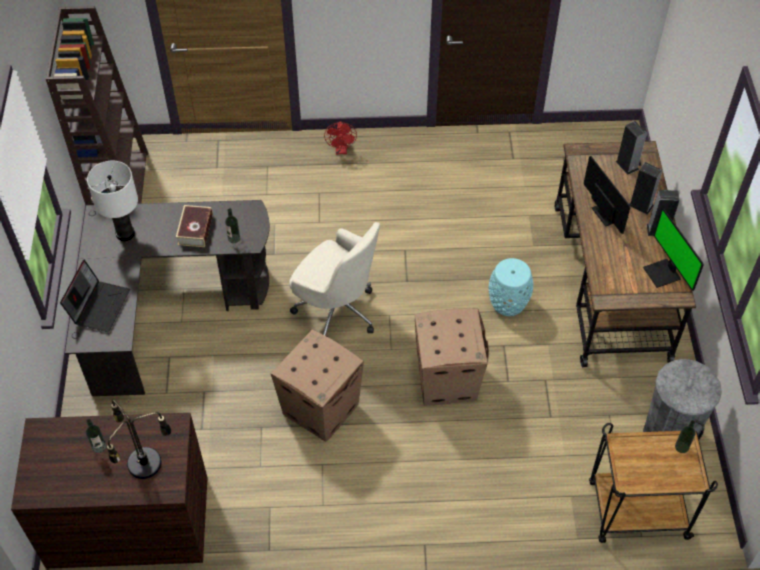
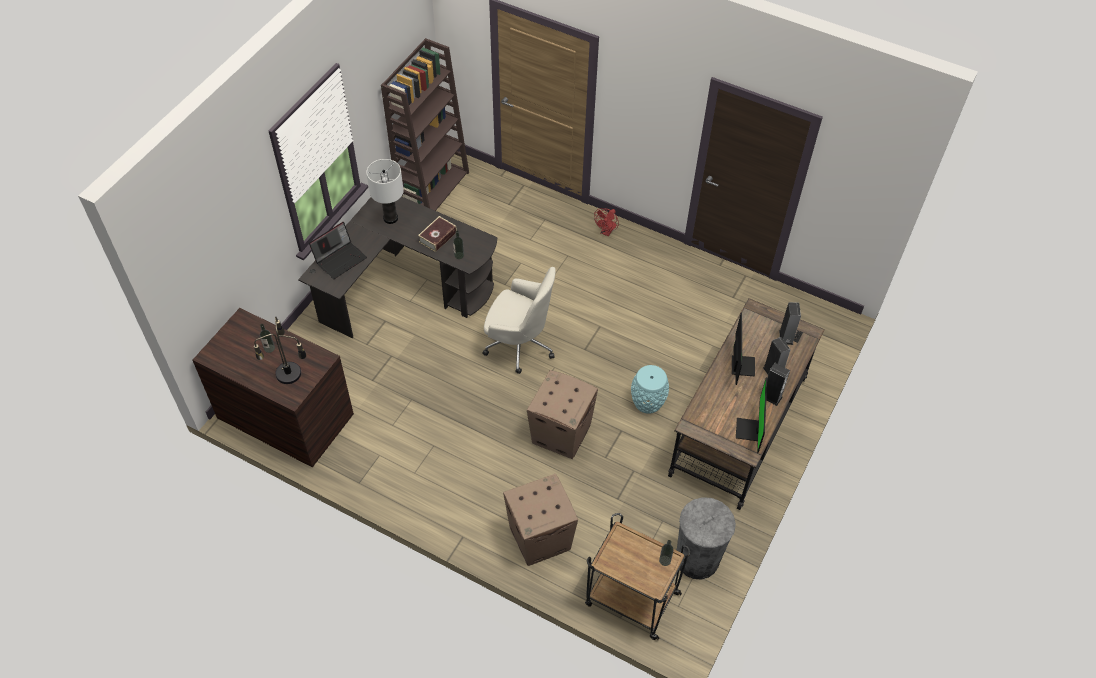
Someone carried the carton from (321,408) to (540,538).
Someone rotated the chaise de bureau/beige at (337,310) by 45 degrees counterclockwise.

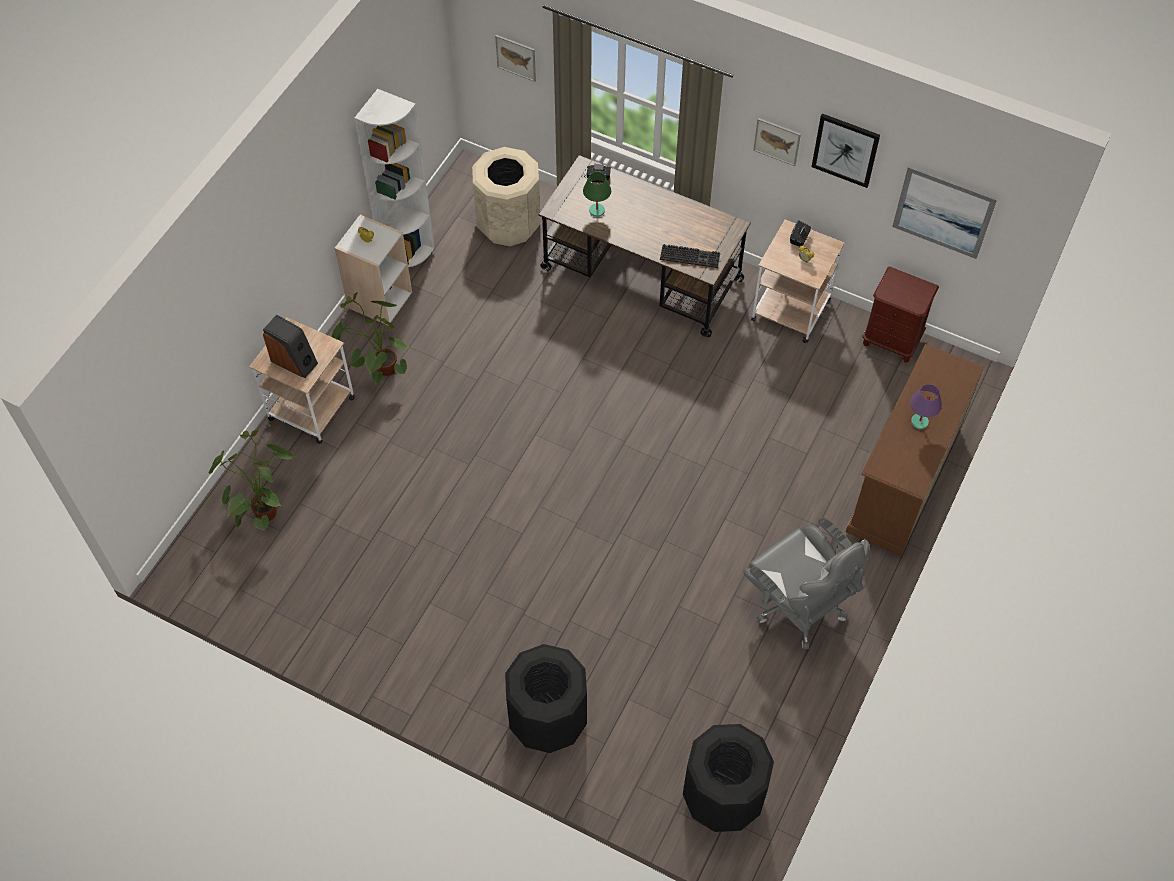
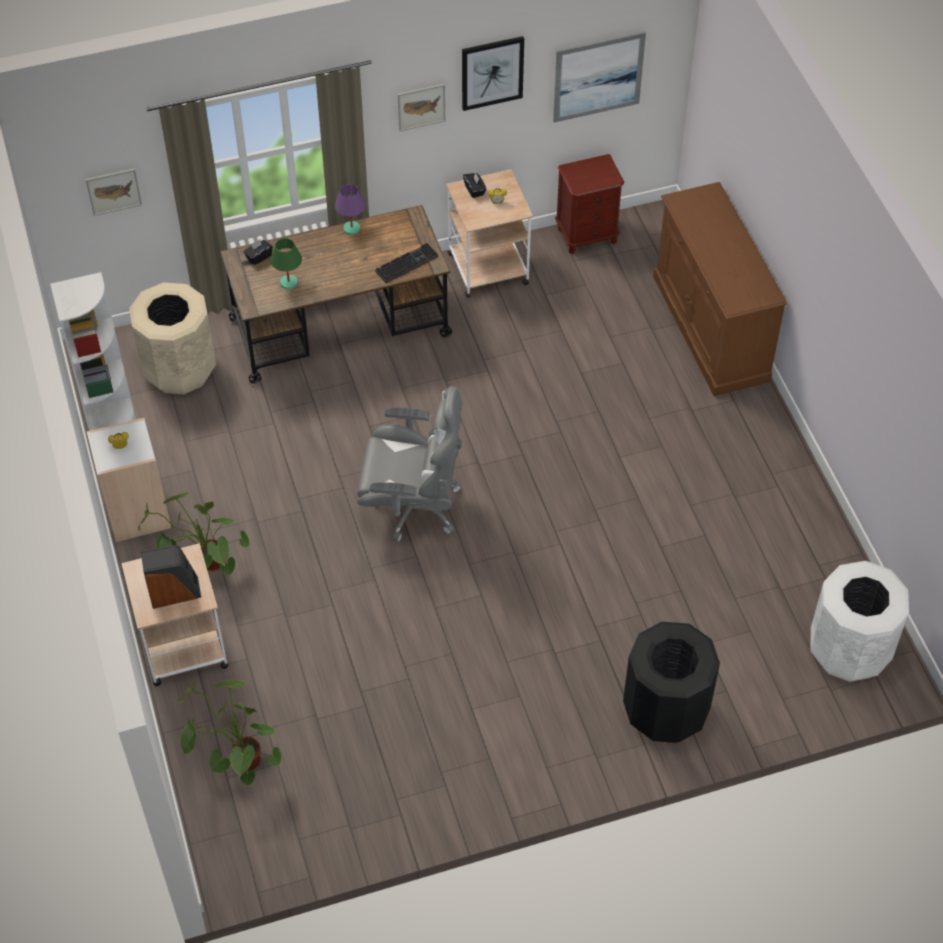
Someone carried the chaise de bureau/gris from (796,603) to (410,506).
Someone carried the lampe de table/violet from (919,422) to (351,229).
Someone repainted the poubelle/noir at (722,797), which became the poubelle/blanc at (849,651).

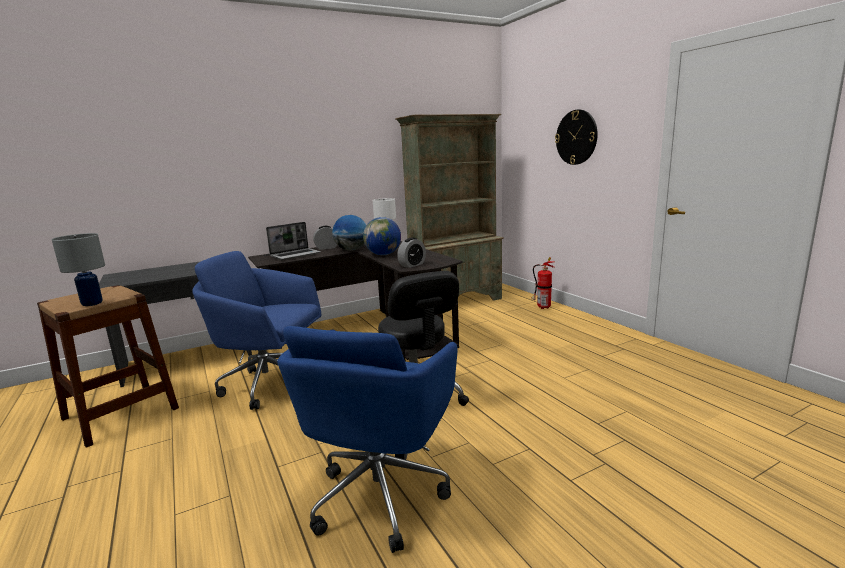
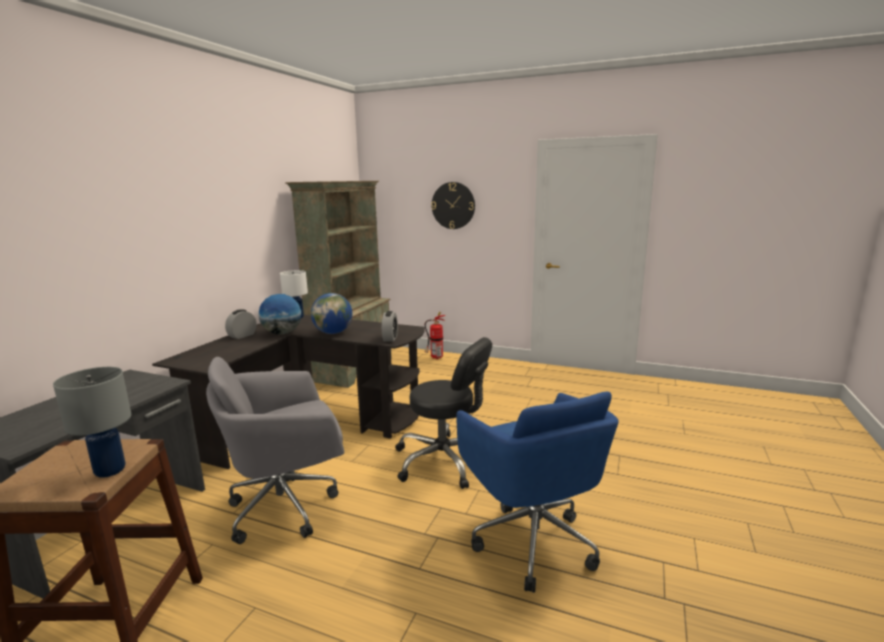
Someone took away the ordinateur portable at (296,255).
Someone repainted the chaise de bureau/bleu at (272,386), which became the chaise de bureau/gris at (288,508).

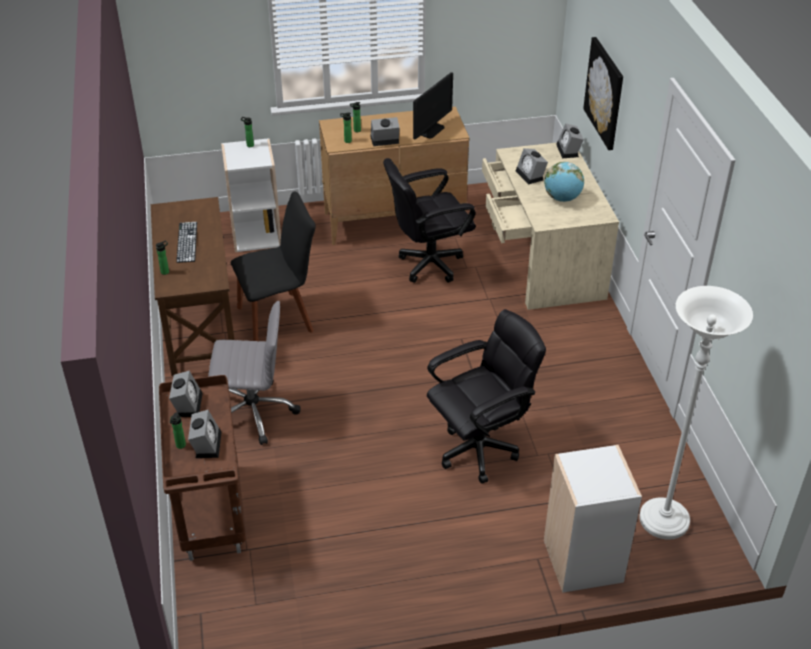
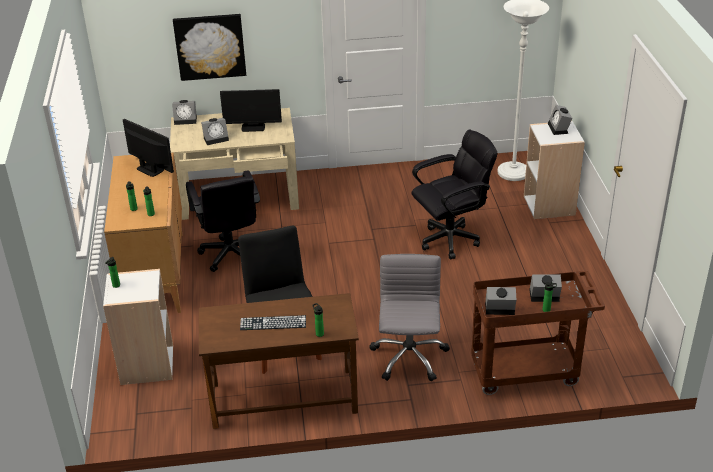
Someone carried the réveil from (384,141) to (559,128).
Someone swapped the globe at (562,198) for the écran d'ordinateur at (253,127).
Someone rotated the chaise de bureau/noir at (481,449) by 90 degrees clockwise.

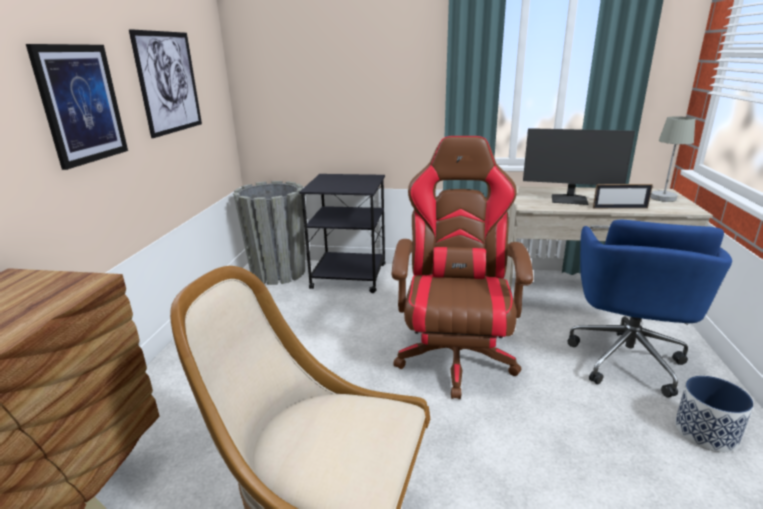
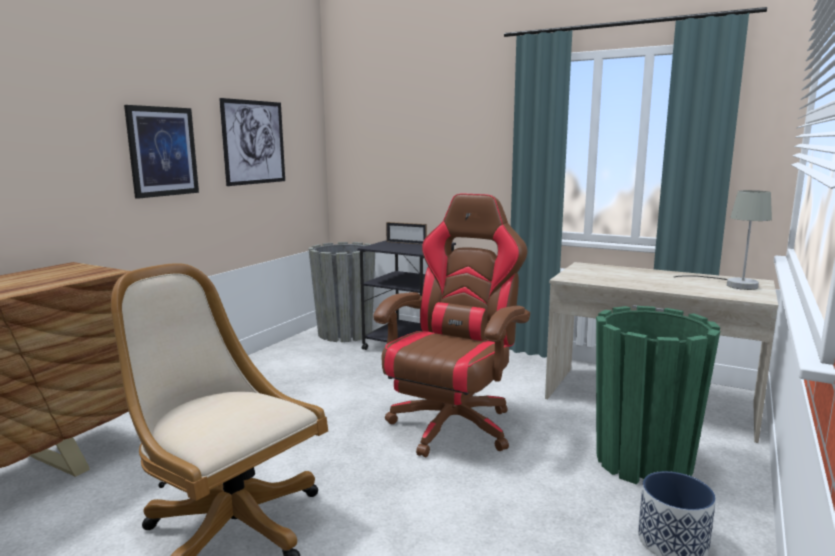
Someone took away the écran d'ordinateur at (569,200).
Someone carried the cadre photo from (620,208) to (406,243).
Someone swapped the chaise de bureau/bleu at (624,358) for the cache-pot/vert at (643,461).

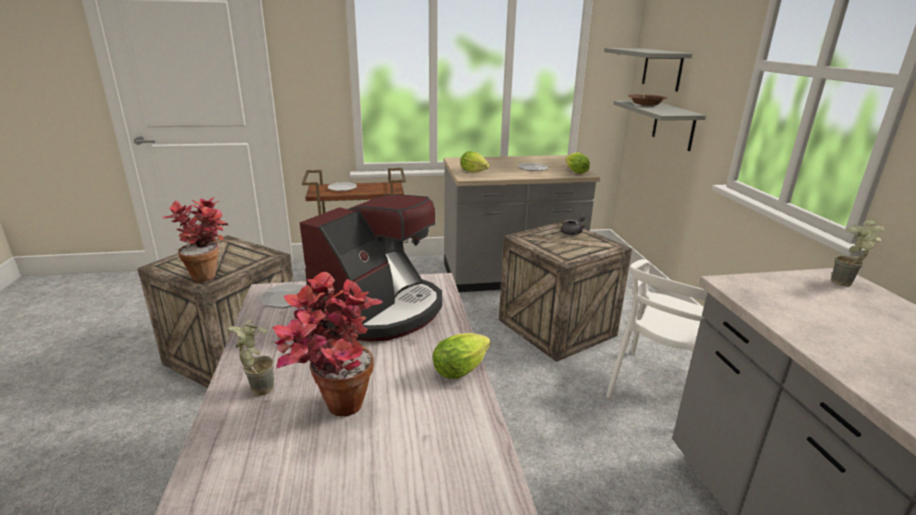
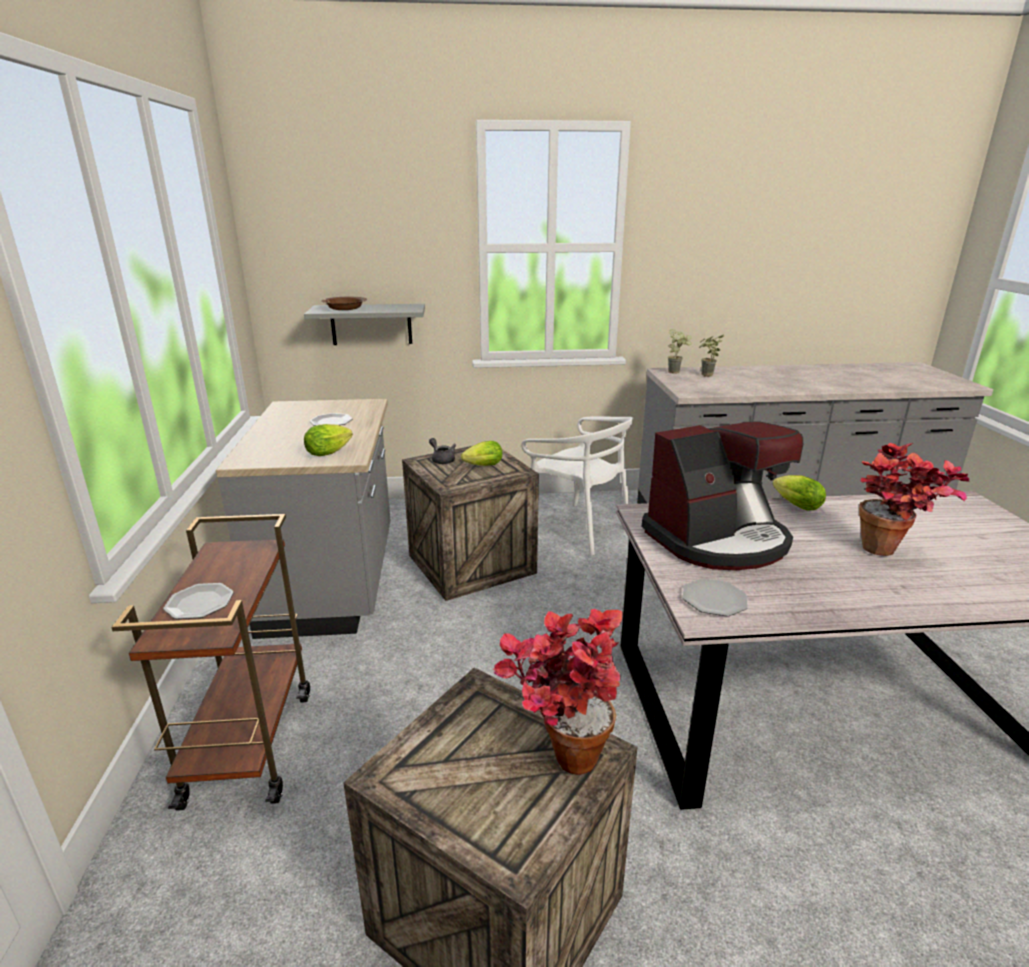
Someone took away the étagère/gris at (662,69).
Someone carried the plante en pot from (257,387) to (706,376).
Someone carried the laitue from (574,172) to (481,466).
Someone rotated the machine à café at (380,310) by 120 degrees clockwise.

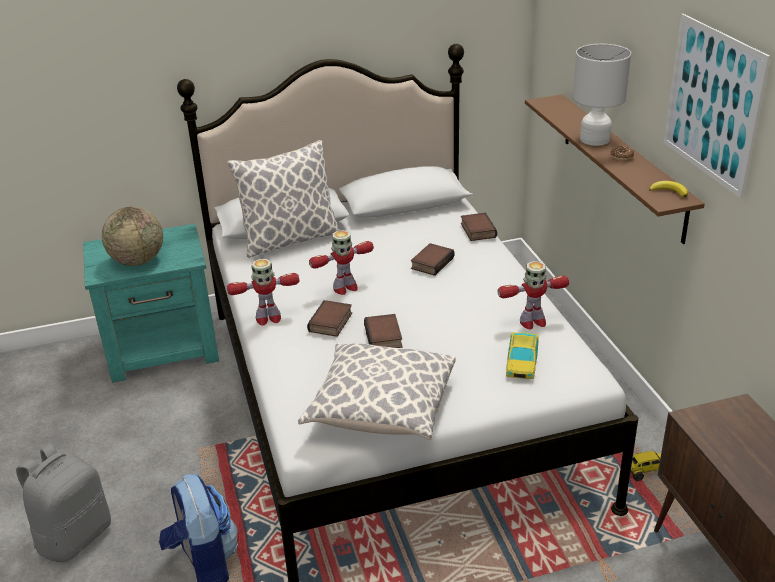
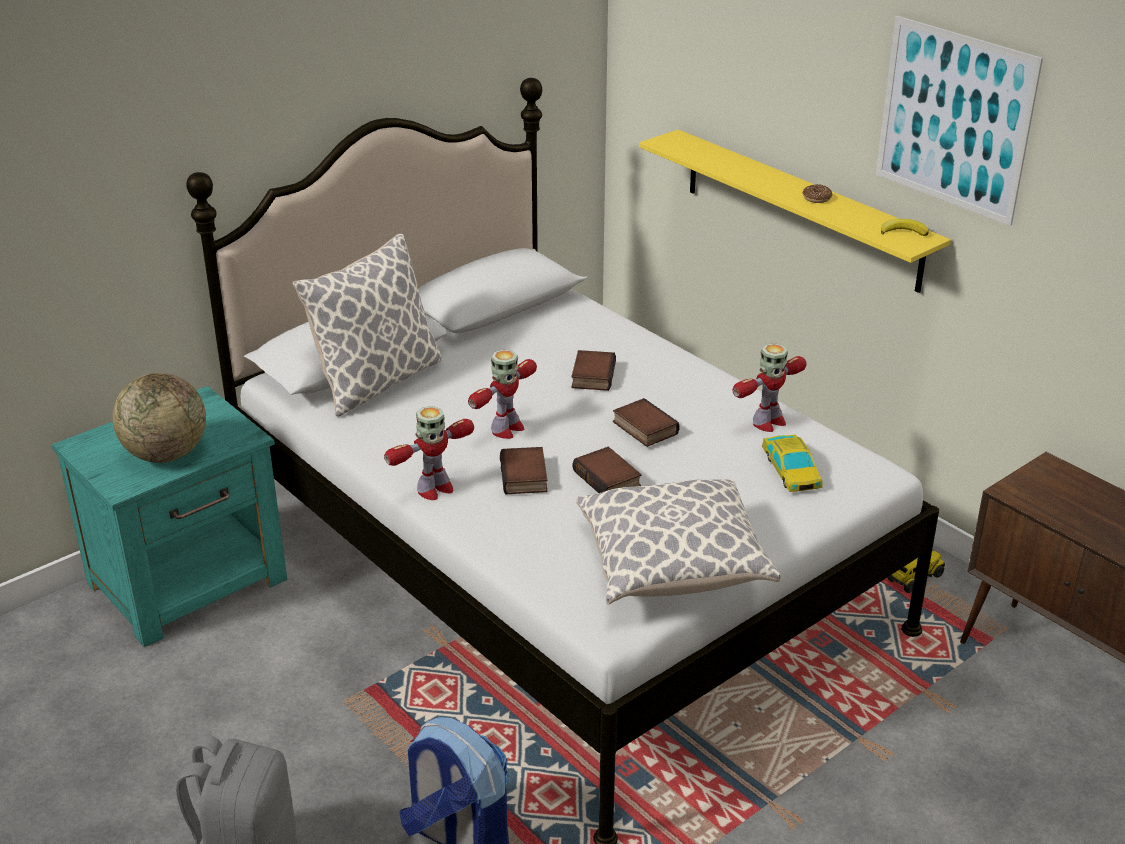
Someone took away the lampe de table/gris at (595,139).
Someone carried the livre from (476,230) to (643,428).
Someone repainted the étagère/marron at (622,165), which became the étagère/jaune at (800,209).

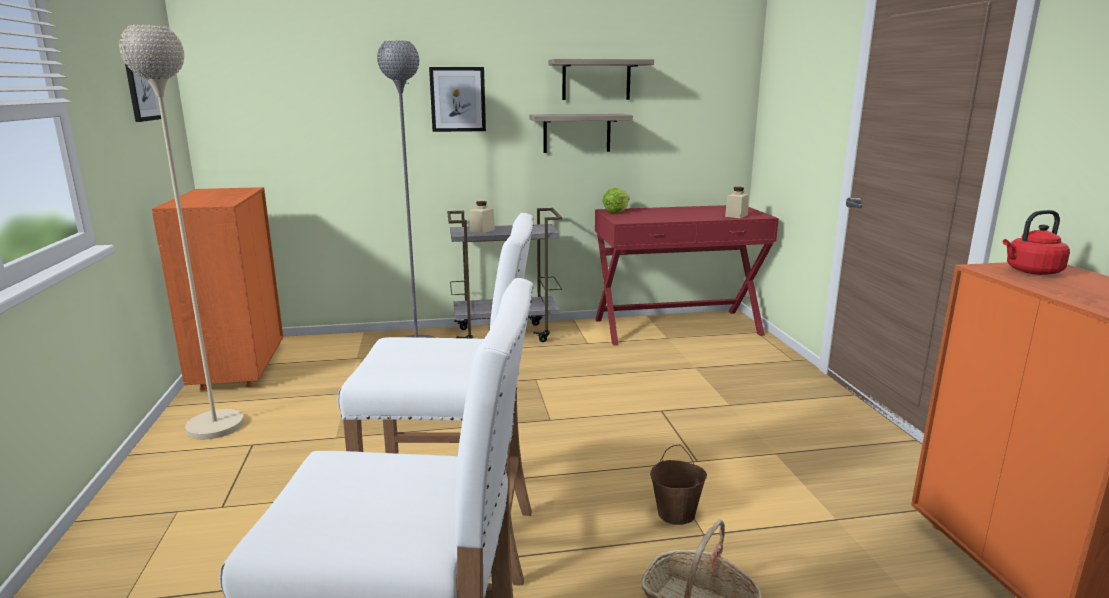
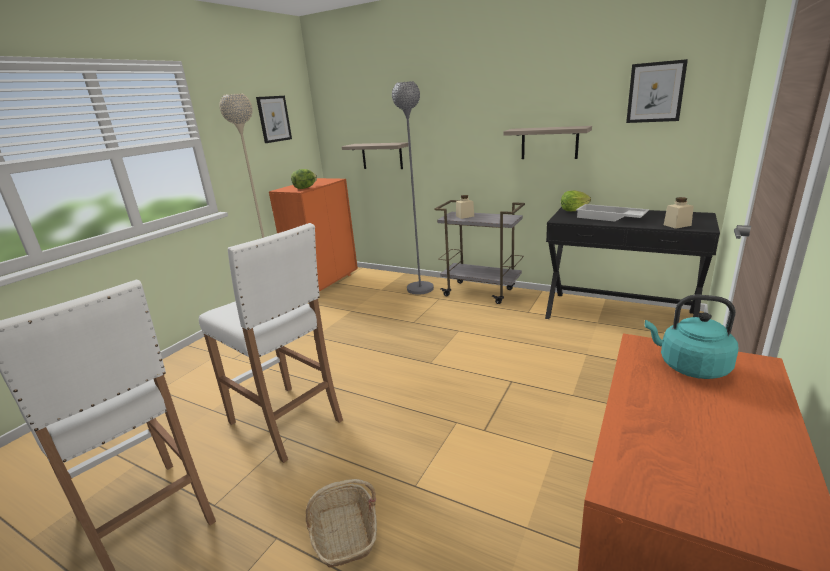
Someone took away the seau/marron at (676,513).
Someone put down the laitue at (305,188).
Someone put down the plateau/blanc at (609,218).
Someone carried the tableau from (457,99) to (655,92).
Someone carried the étagère from (596,80) to (382,156).
Someone repainted the table console/rouge at (677,327), which became the table console/noir at (619,314).
Someone repainted the bouilloire/rouge at (1031,272), which became the bouilloire/turquoise at (689,367).

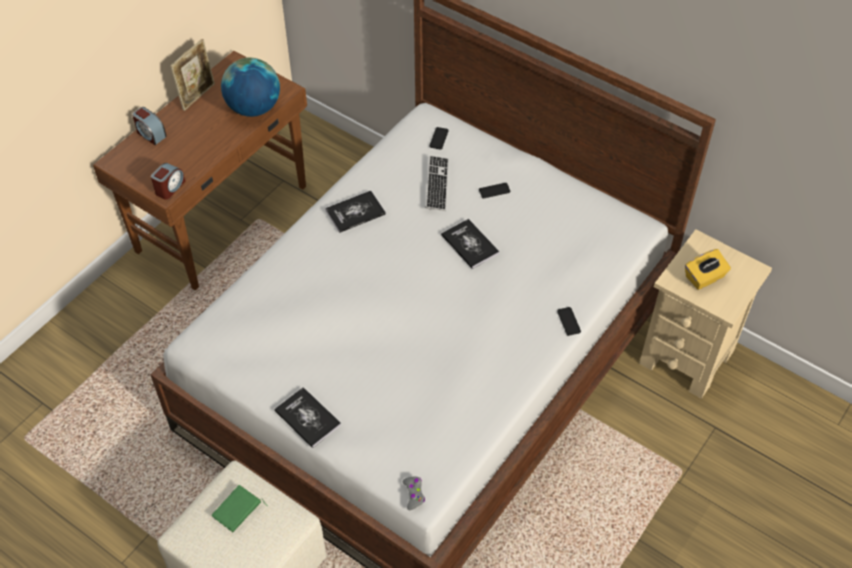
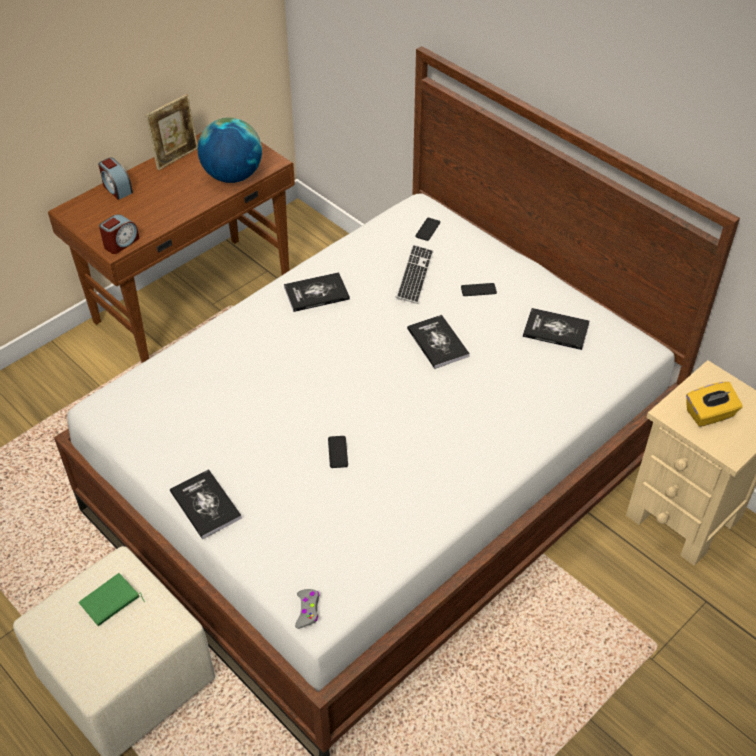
Someone put down the livre at (556,330).
Someone carried the téléphone from (568,321) to (338,452).

